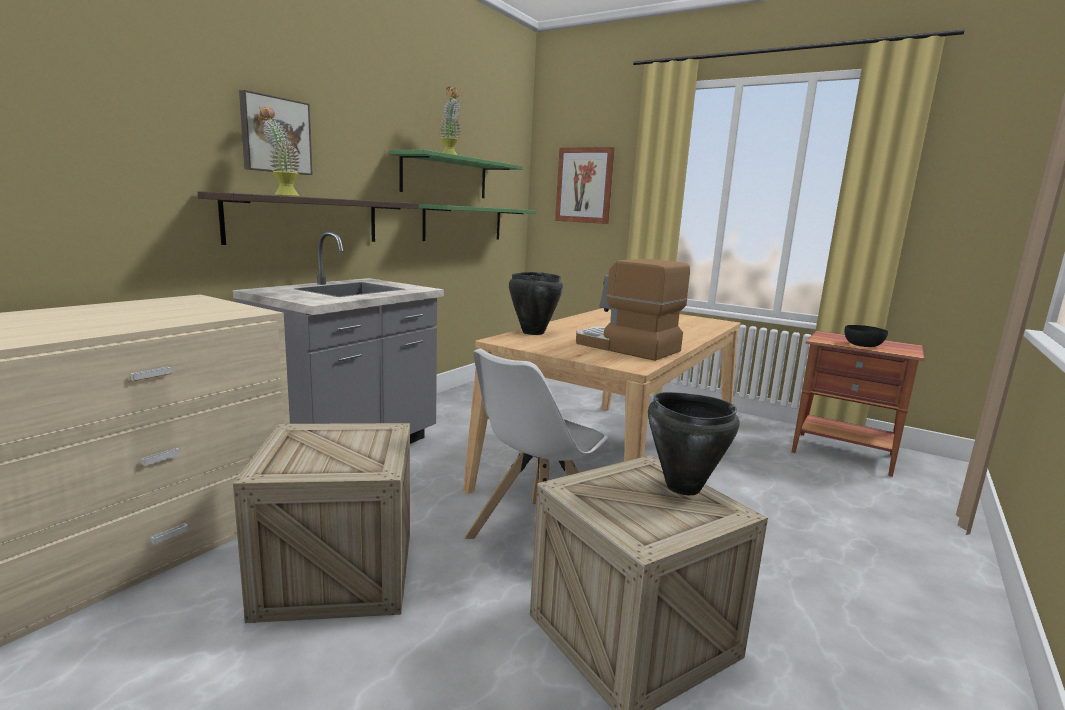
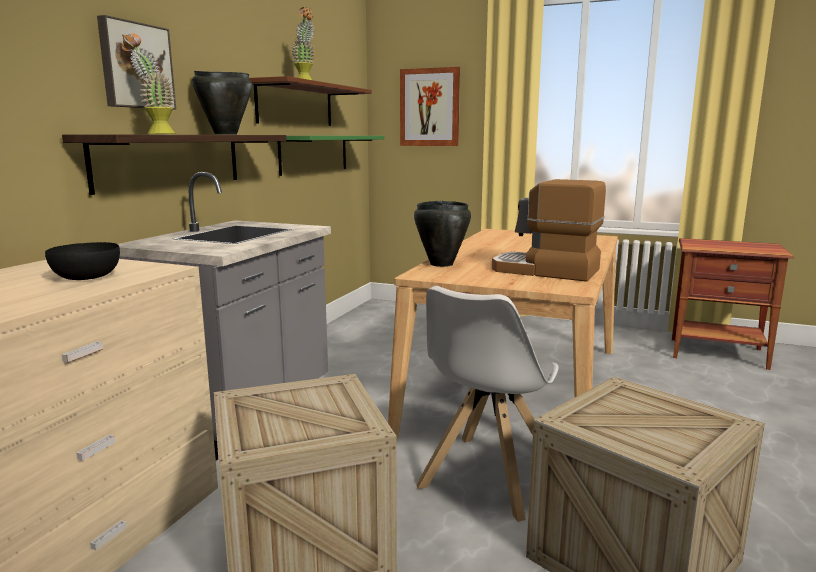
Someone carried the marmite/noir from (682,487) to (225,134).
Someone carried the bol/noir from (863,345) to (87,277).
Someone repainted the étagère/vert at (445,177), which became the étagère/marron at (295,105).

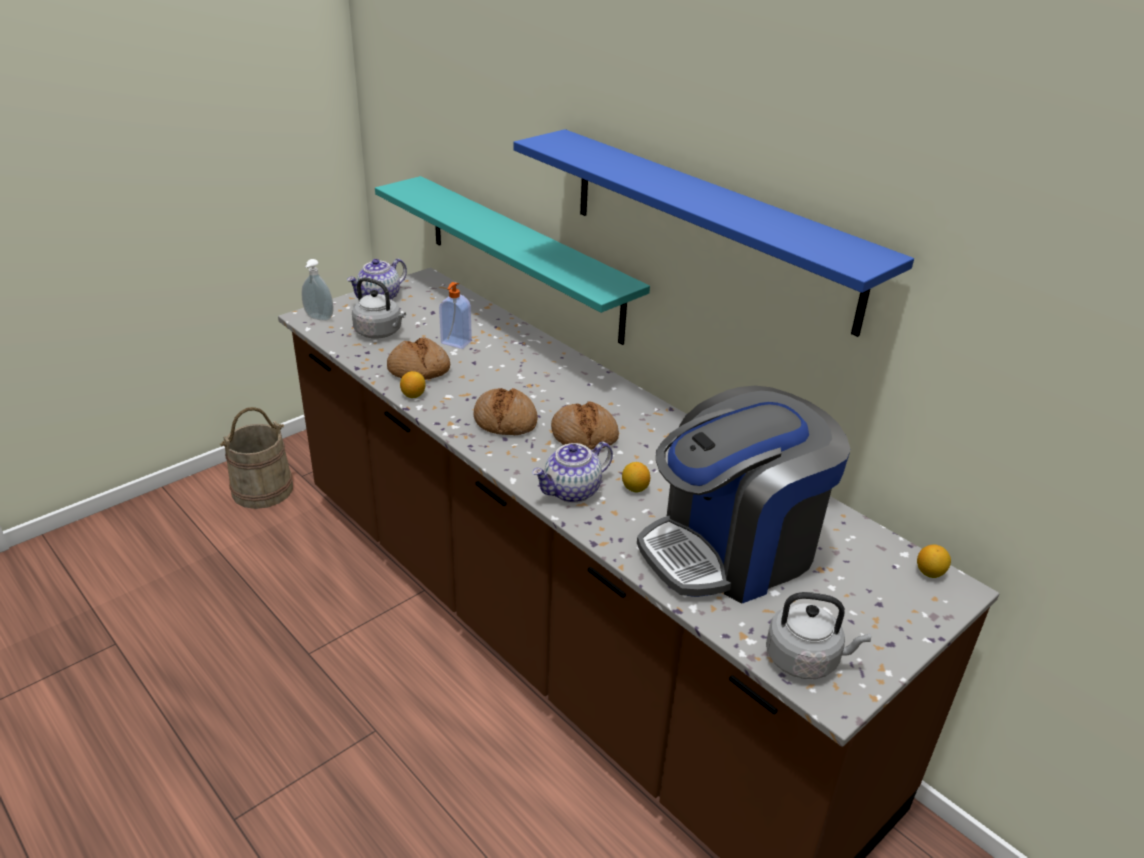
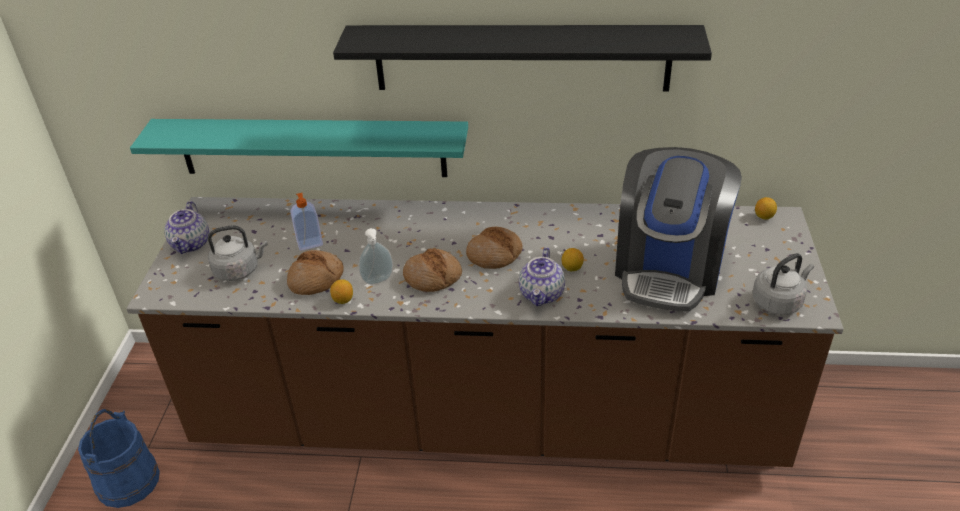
Someone carried the distributeur de savon from (318,318) to (378,281).
Someone repainted the seau/beige at (262,489), which became the seau/bleu at (127,481).
Someone repainted the étagère/bleu at (709,227), which became the étagère/noir at (521,58).

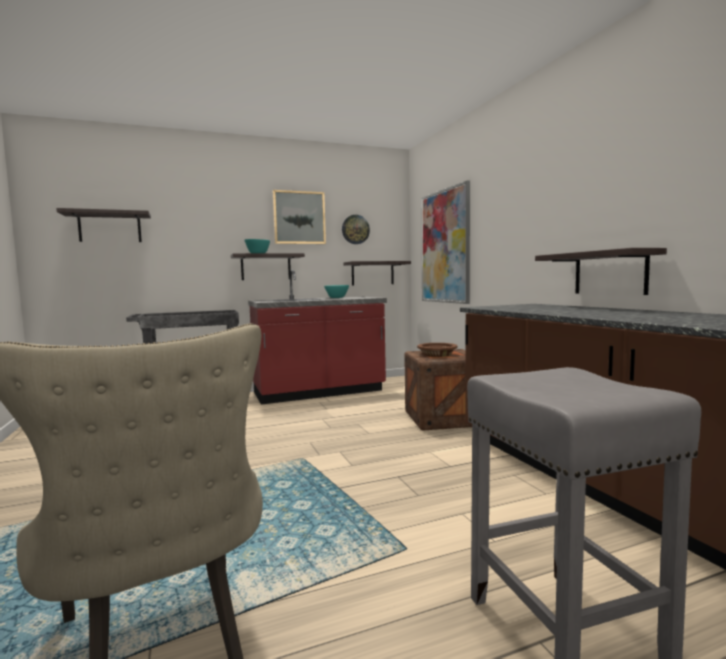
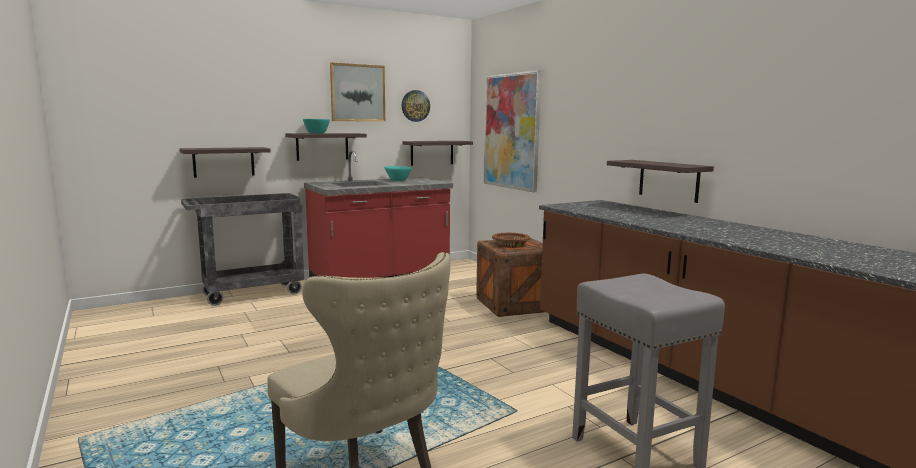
Someone carried the étagère from (110,227) to (224,162).

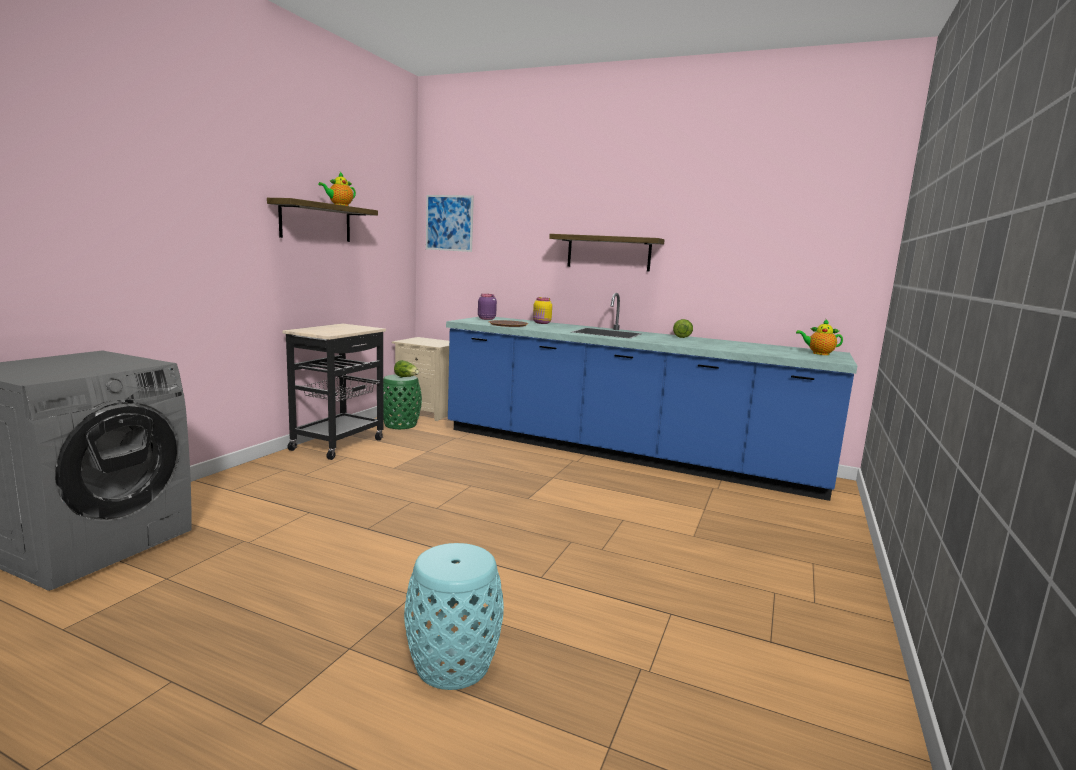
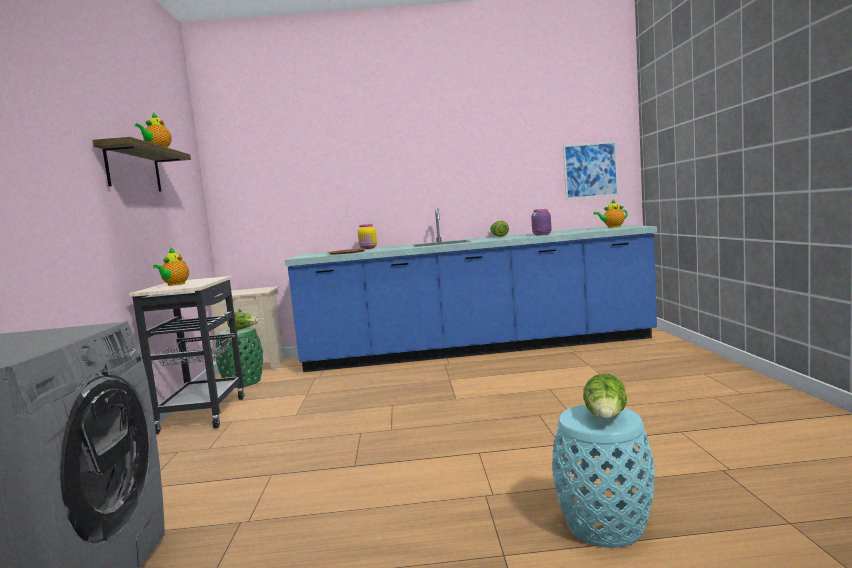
Someone took away the étagère at (608,253).
Someone put down the théière at (175,284).
Someone put down the laitue at (606,418).
Someone carried the tableau from (449,223) to (590,170).
Someone carried the bocal/violet from (486,319) to (541,234).

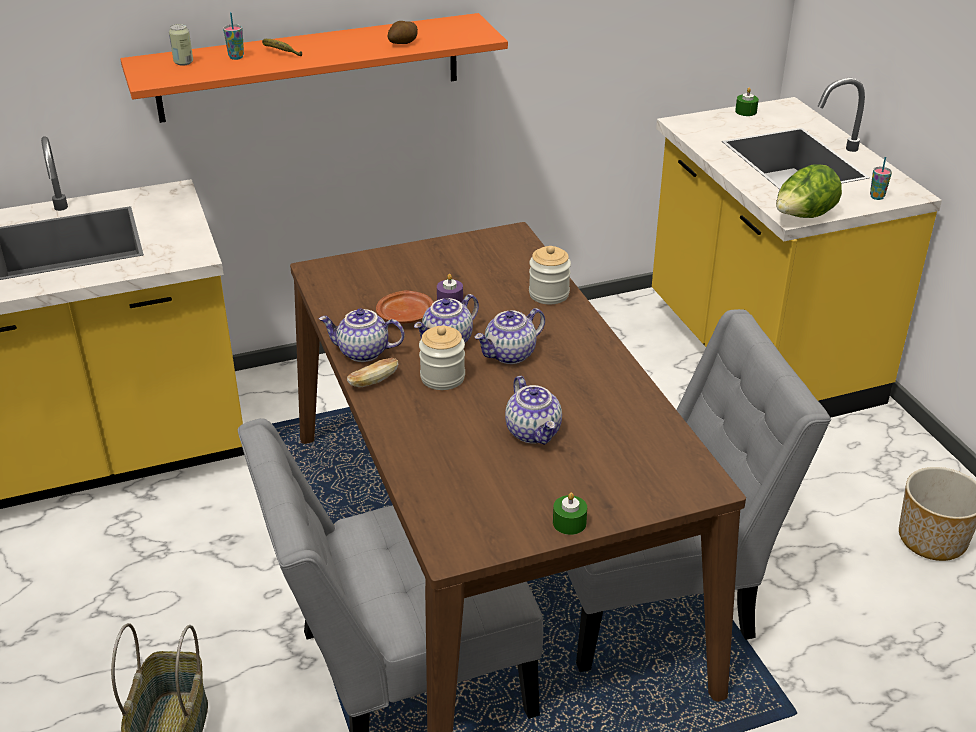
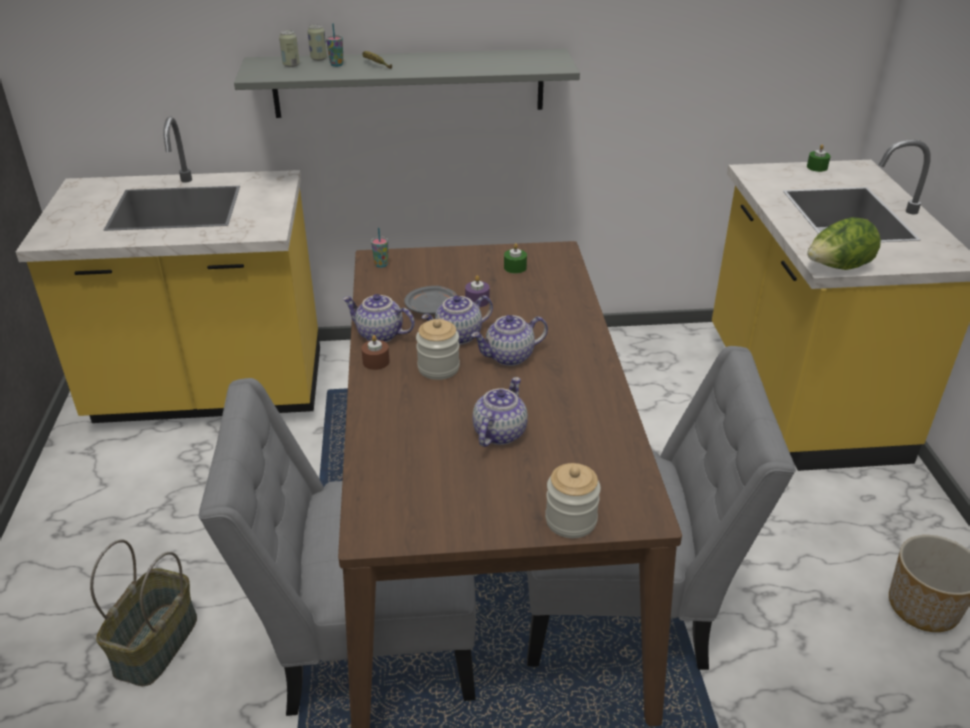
Someone took away the pomme de terre at (402,43).
Someone put down the boîte métallique at (319,58).
Someone carried the bocal from (549,294) to (571,520).
Someone carried the bougie/vert from (569,523) to (515,267).
Someone carried the tasse from (877,197) to (381,265).
Someone swapped the pain at (373,381) for the bougie/marron at (376,361).
Someone repainted the étagère/orange at (310,67), which became the étagère/gris at (409,83).
Someone repainted the assiette/marron at (406,316), which became the assiette/gris at (432,308).
Someone rotated the théière at (534,432) by 150 degrees counterclockwise.

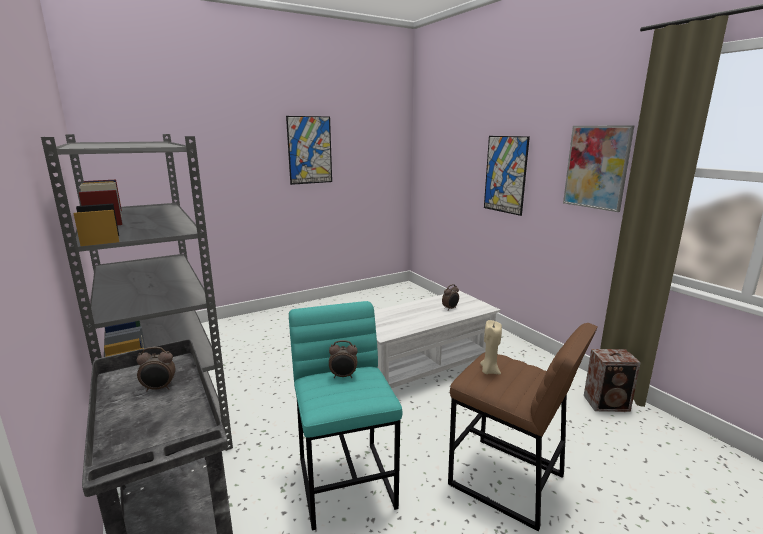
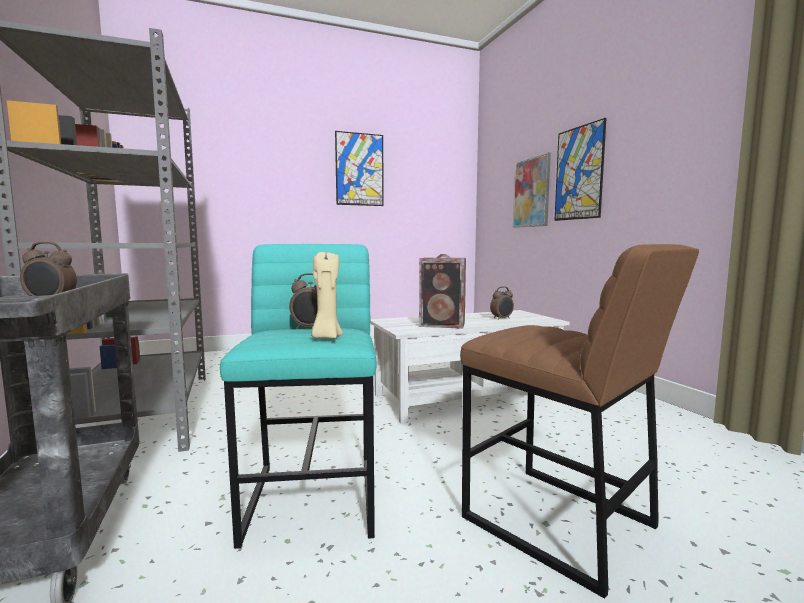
Someone carried the bougie/beige from (489,371) to (326,337).
Someone carried the tableau from (596,167) to (531,192).
Someone carried the enceinte from (608,403) to (444,324).

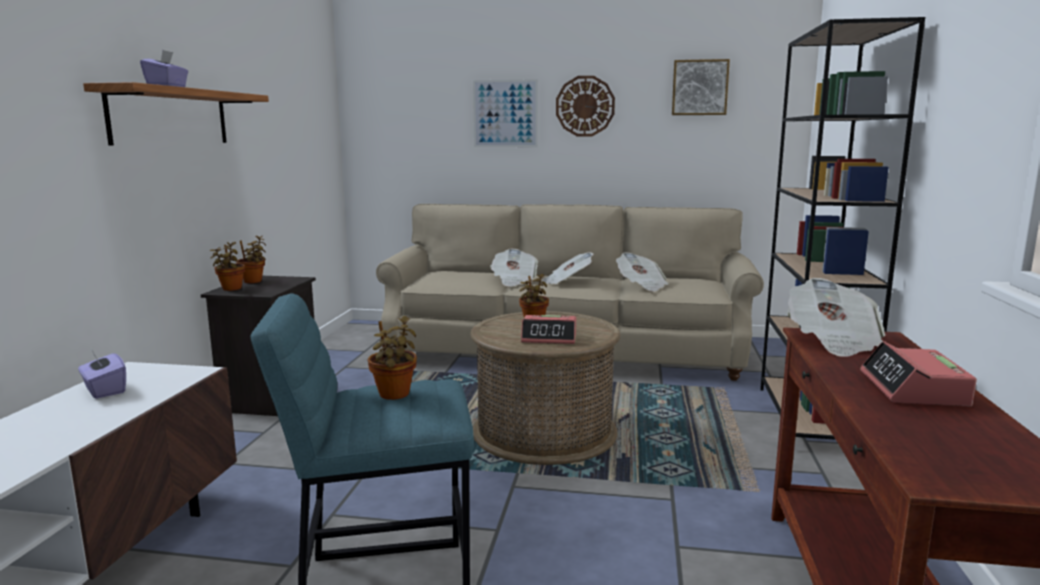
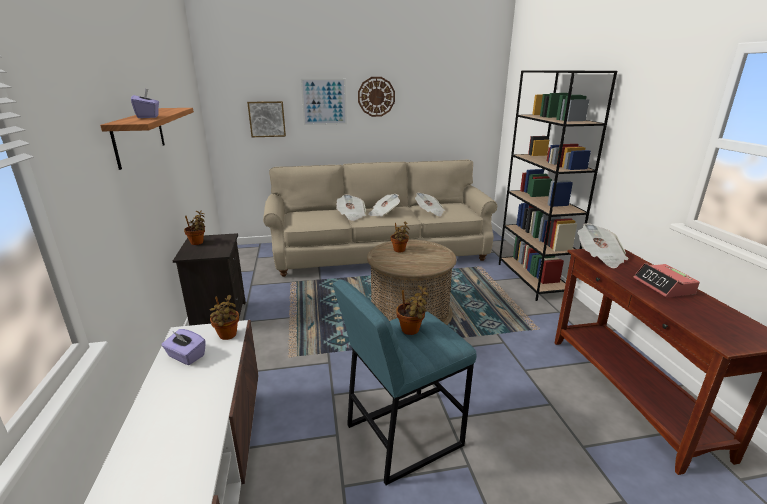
Someone took away the réveil at (549,338).
Someone carried the plante en pot from (231,289) to (227,336).
Someone carried the tableau from (699,87) to (267,119).

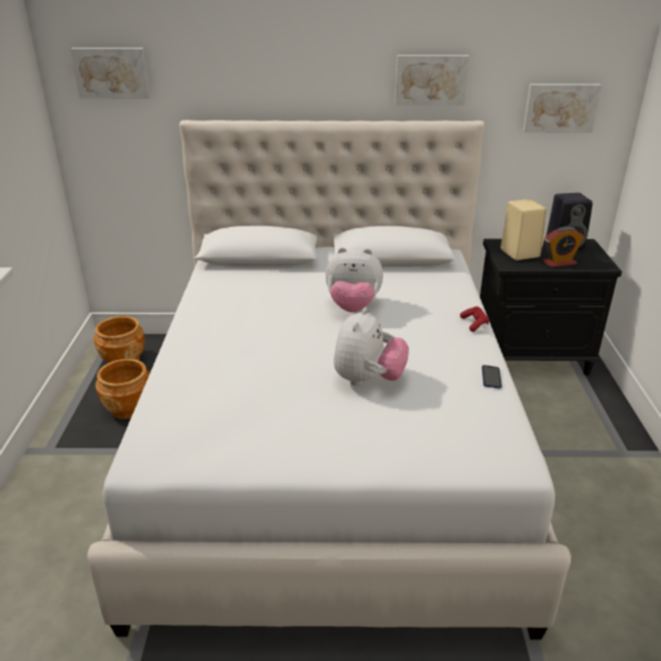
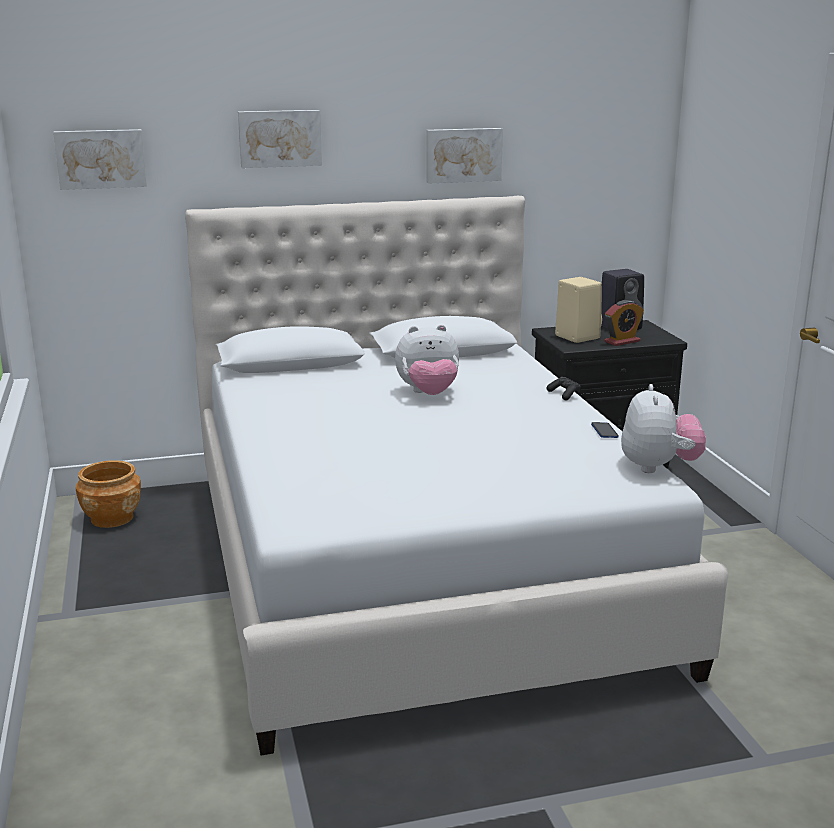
Someone took away the cache-pot/marron at (128,407).
Someone carried the peluche from (368,380) to (658,467).
Someone carried the tableau from (560,107) to (279,138).
Someone repainted the manette/rouge at (474,324), which became the manette/noir at (564,394).

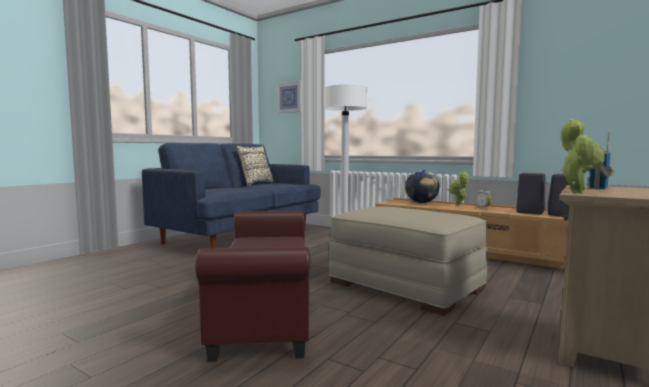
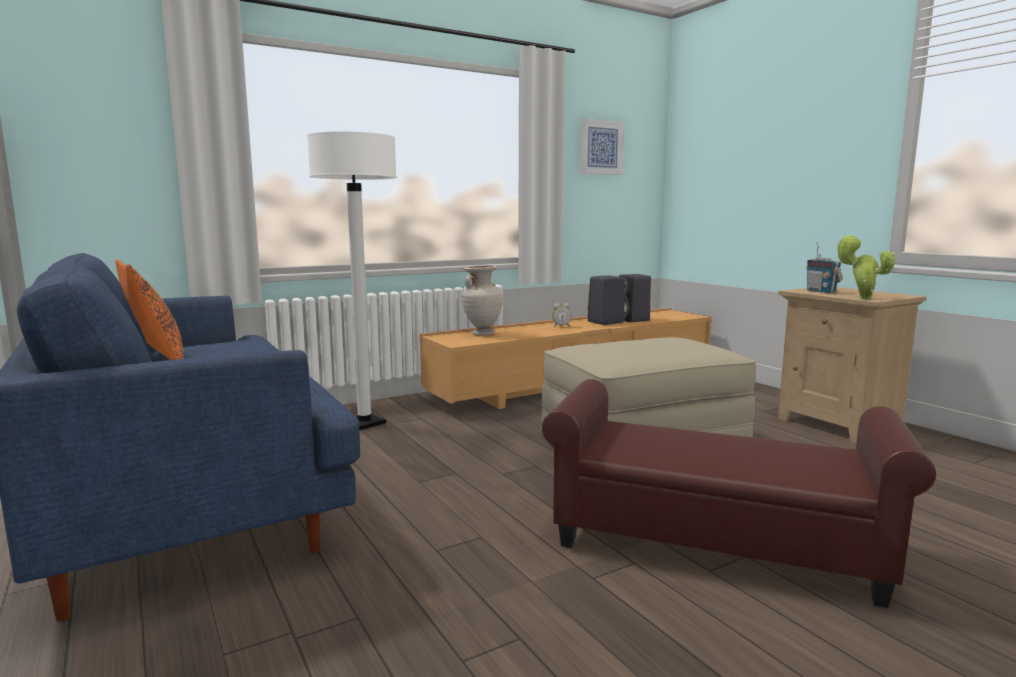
Someone took away the plante en pot at (458,205).
Someone carried the tableau from (289,97) to (600,147).
Someone swapped the globe at (421,203) for the vase/beige at (482,334).
Someone repainted the coussin/beige at (256,184), which became the coussin/orange at (155,359).

